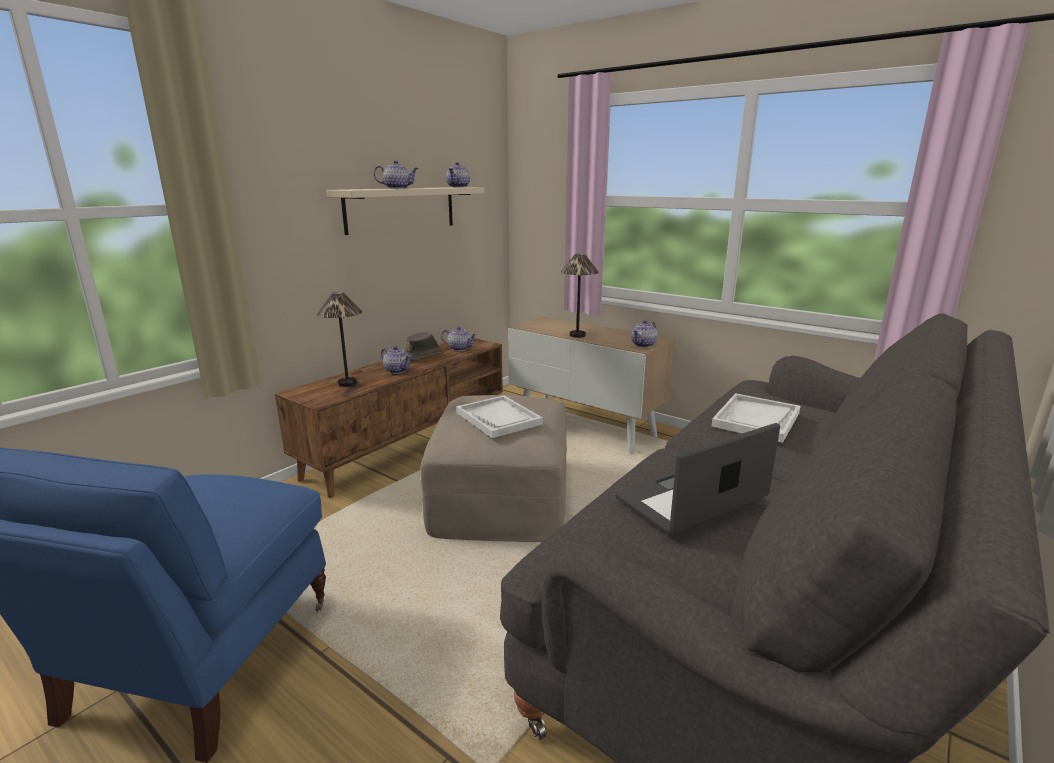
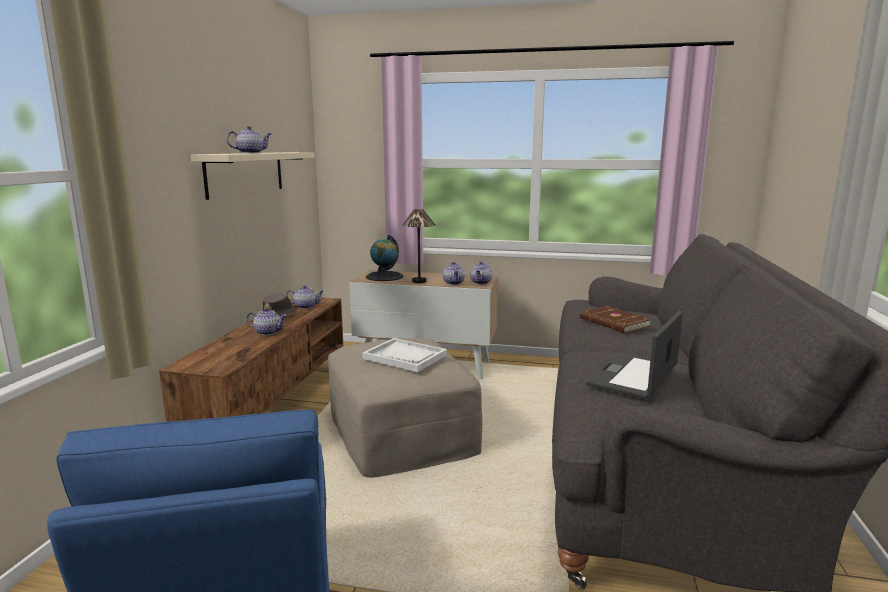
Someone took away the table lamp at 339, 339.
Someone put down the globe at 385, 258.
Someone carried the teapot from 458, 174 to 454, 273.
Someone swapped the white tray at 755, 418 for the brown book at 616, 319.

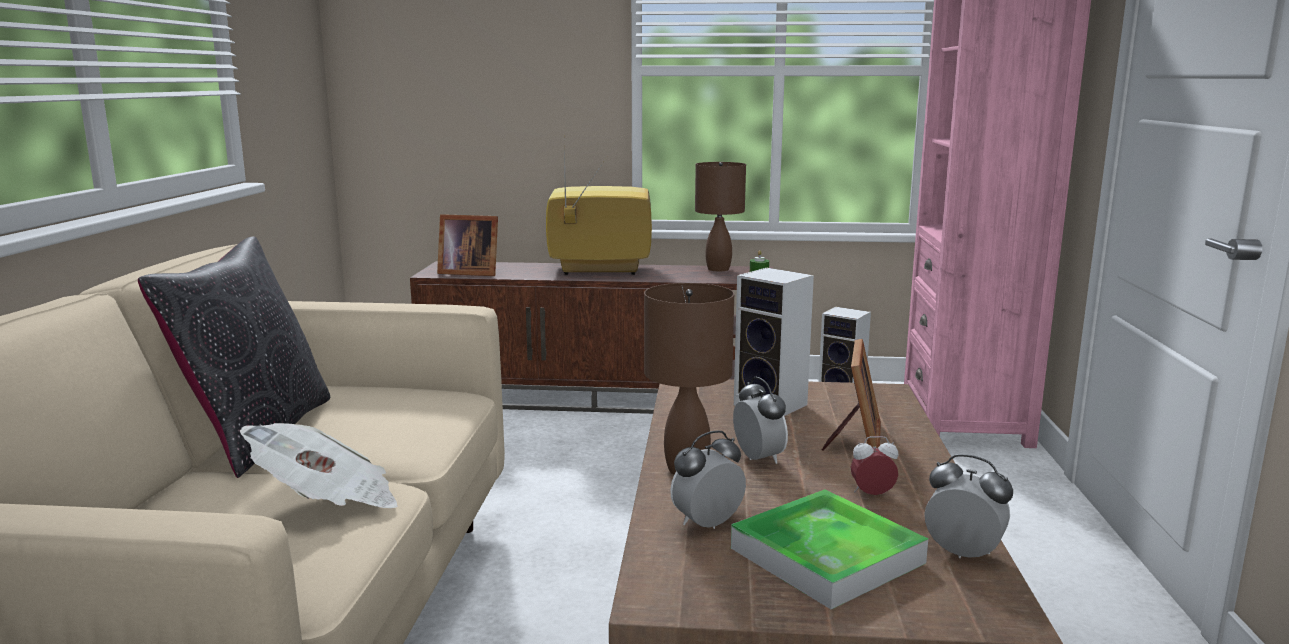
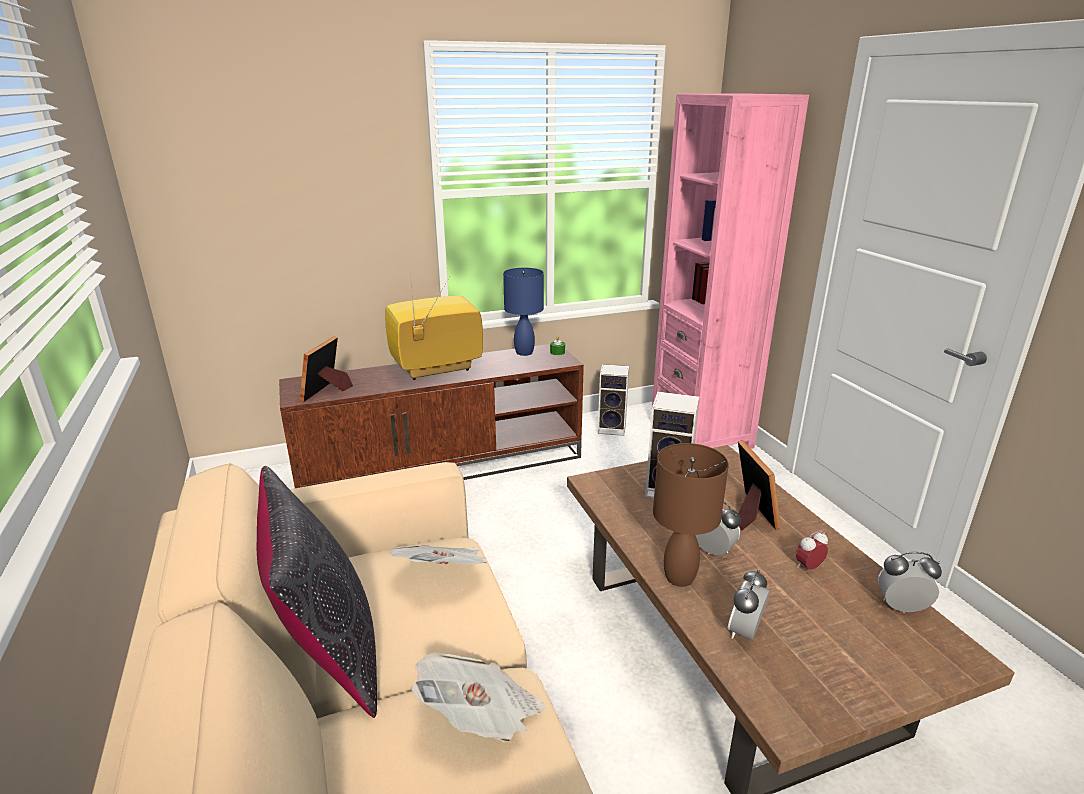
Someone took away the tray at 829, 549.
Someone put down the newspaper at 438, 555.
Someone repainted the brown table lamp at 720, 216, which became the blue table lamp at 523, 312.
Someone rotated the picture frame at 467, 245 by 120 degrees clockwise.

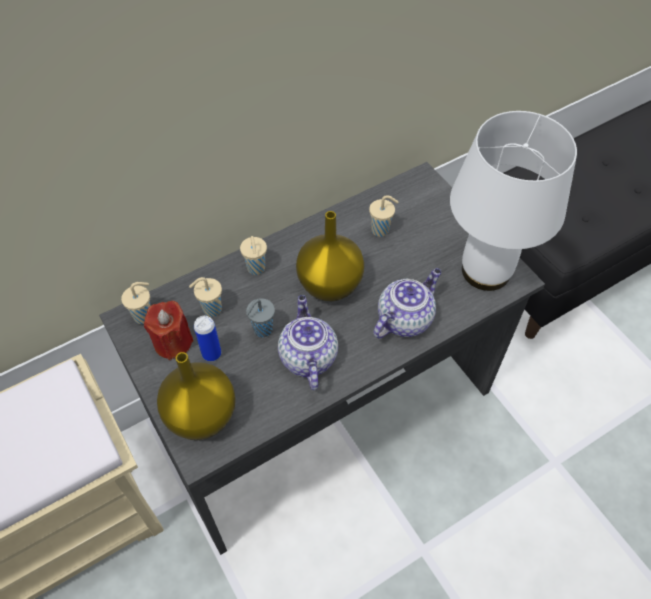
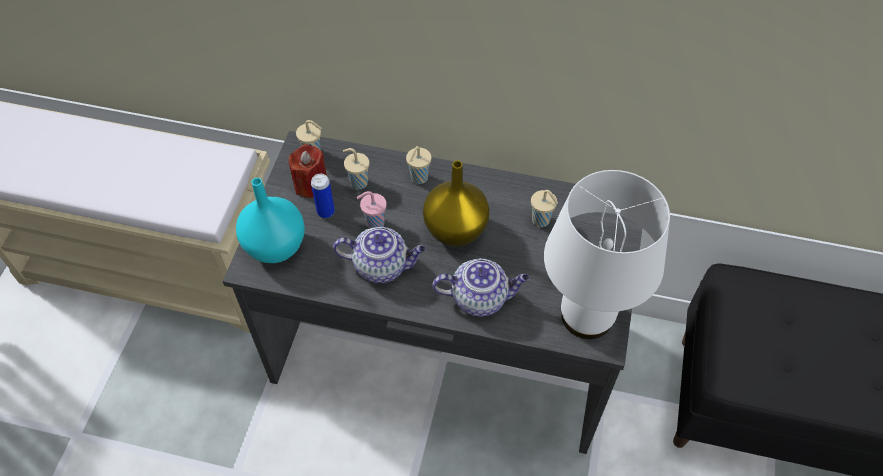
Someone repainted the yellow vase at 196, 396, which became the turquoise vase at 270, 220.
Someone repainted the grey cup at 260, 317, which became the pink cup at 371, 210.
Someone rotated the teapot at 308, 342 by 60 degrees clockwise.

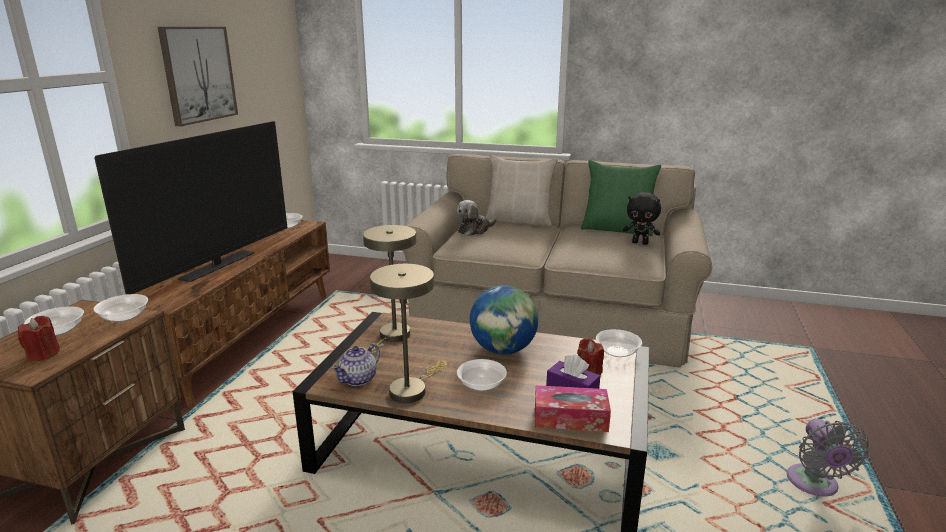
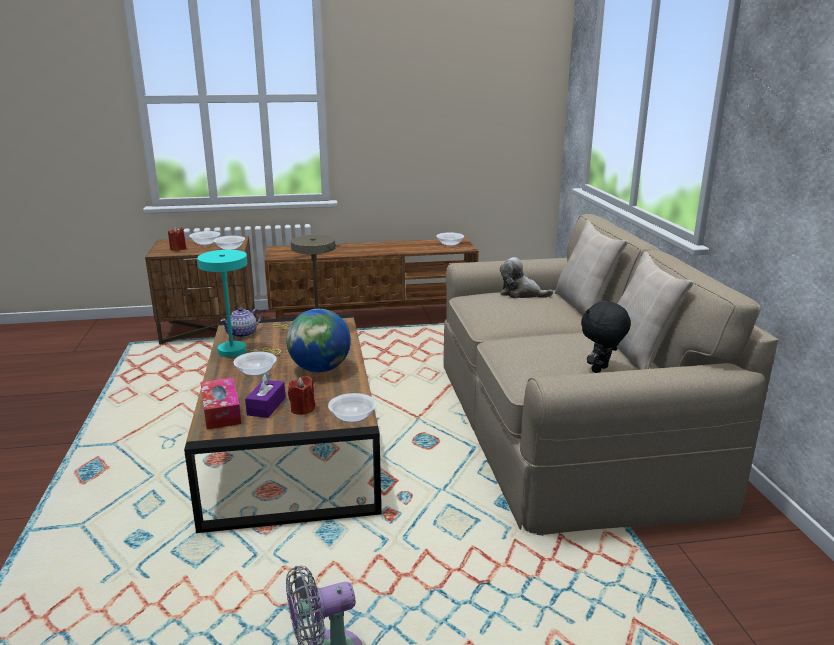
Someone took away the television at 190, 207.
Someone took away the picture at 198, 76.
Someone repainted the beige table lamp at 408, 333, which became the turquoise table lamp at 239, 303.
Someone repainted the green pillow at 621, 198, which became the beige pillow at 655, 311.
Someone rotated the teapot at 355, 365 by 60 degrees counterclockwise.
Someone rotated the black plush toy at 642, 218 by 45 degrees clockwise.

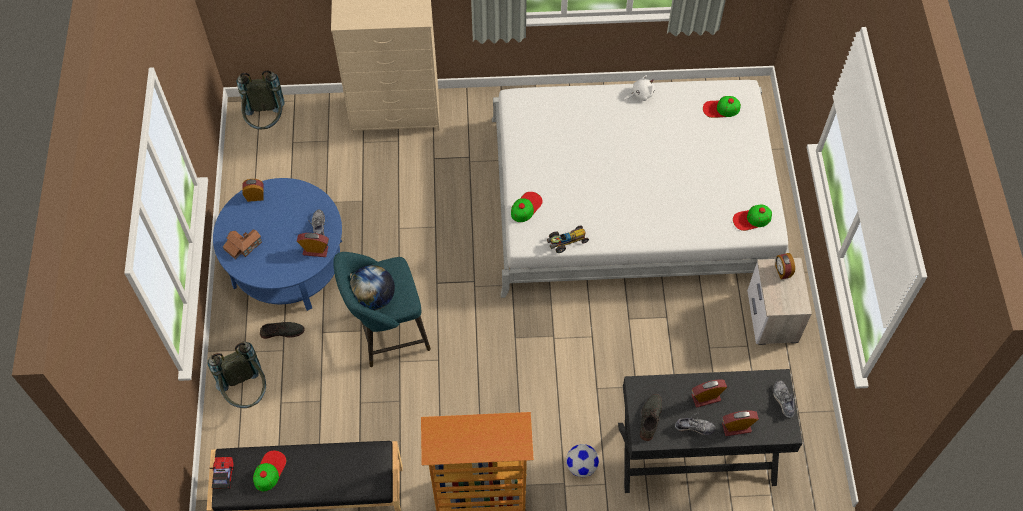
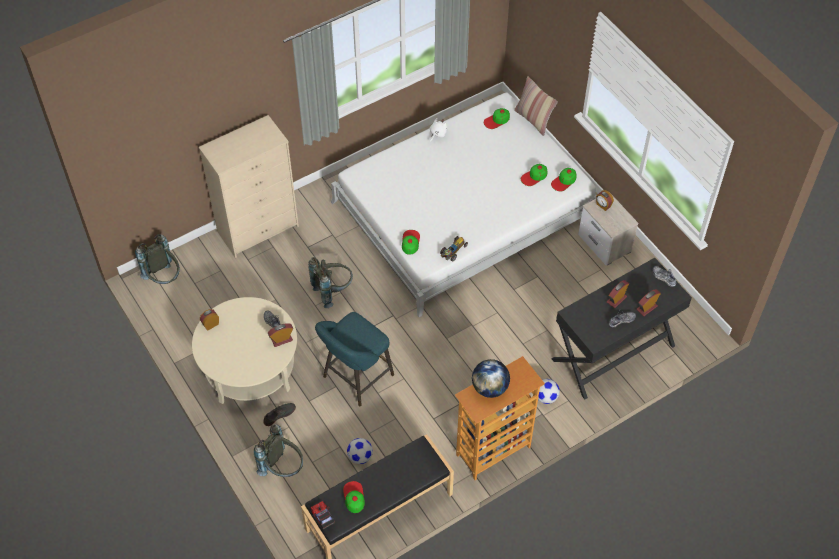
Someone took away the toy house at 242, 245.
Someone took away the grey shoe at 651, 417.
Someone put down the grey backpack at 330, 282.
Someone put down the football at 360, 451.
Someone put down the pillow at 536, 106.
Someone put down the cap at 534, 175.
Someone carried the globe from 372, 287 to 491, 378.
Someone repainted the blue coffee table at 277, 244, which became the beige coffee table at 244, 350.

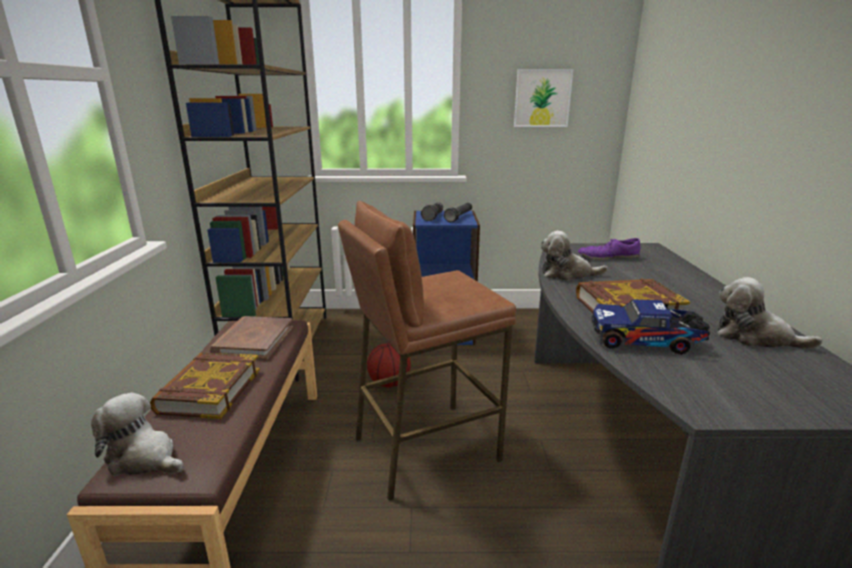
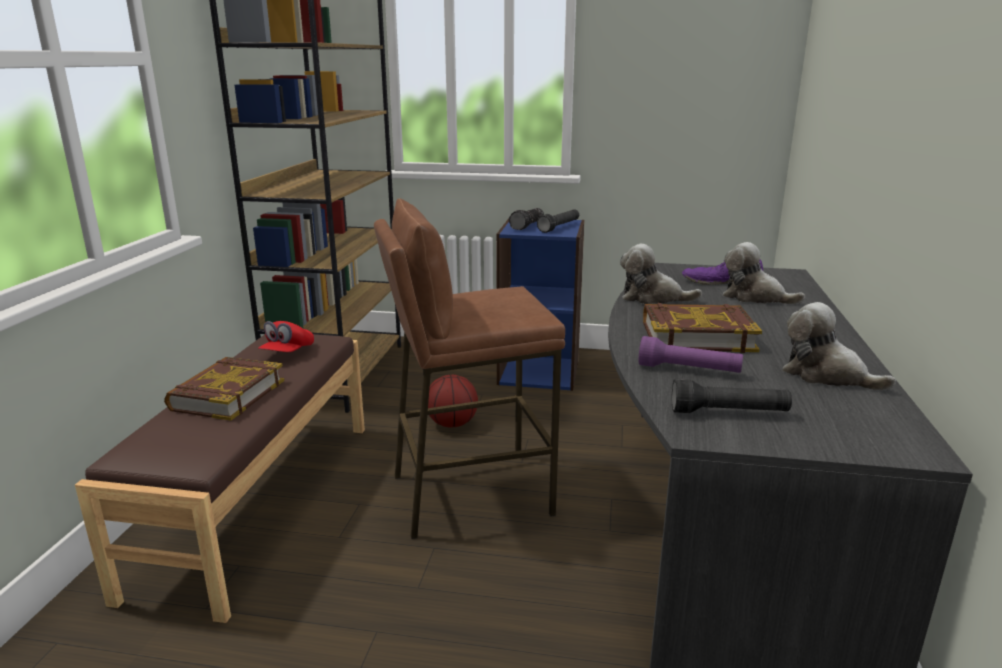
Someone took away the picture at 544, 98.
Someone put down the black flashlight at 732, 396.
Someone carried the plush toy from 137, 433 to 764, 273.
Someone swapped the brown book at 251, 338 for the red cap at 286, 336.
Someone swapped the toy truck at 651, 327 for the purple flashlight at 691, 354.

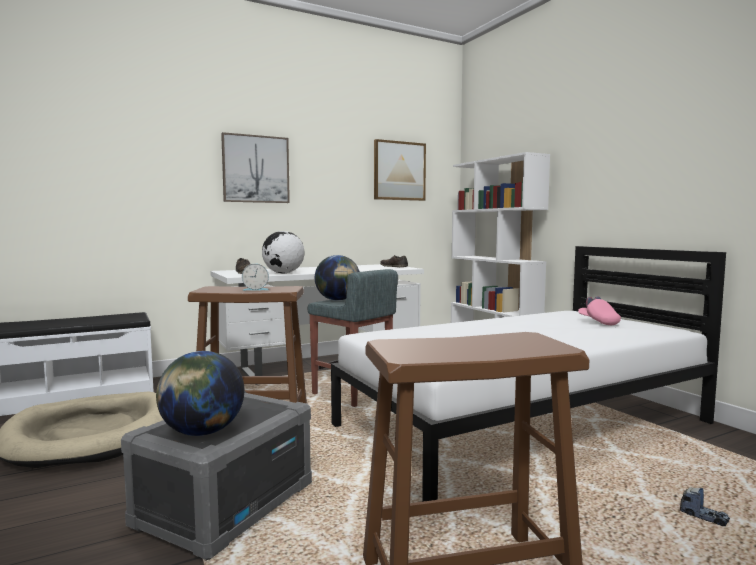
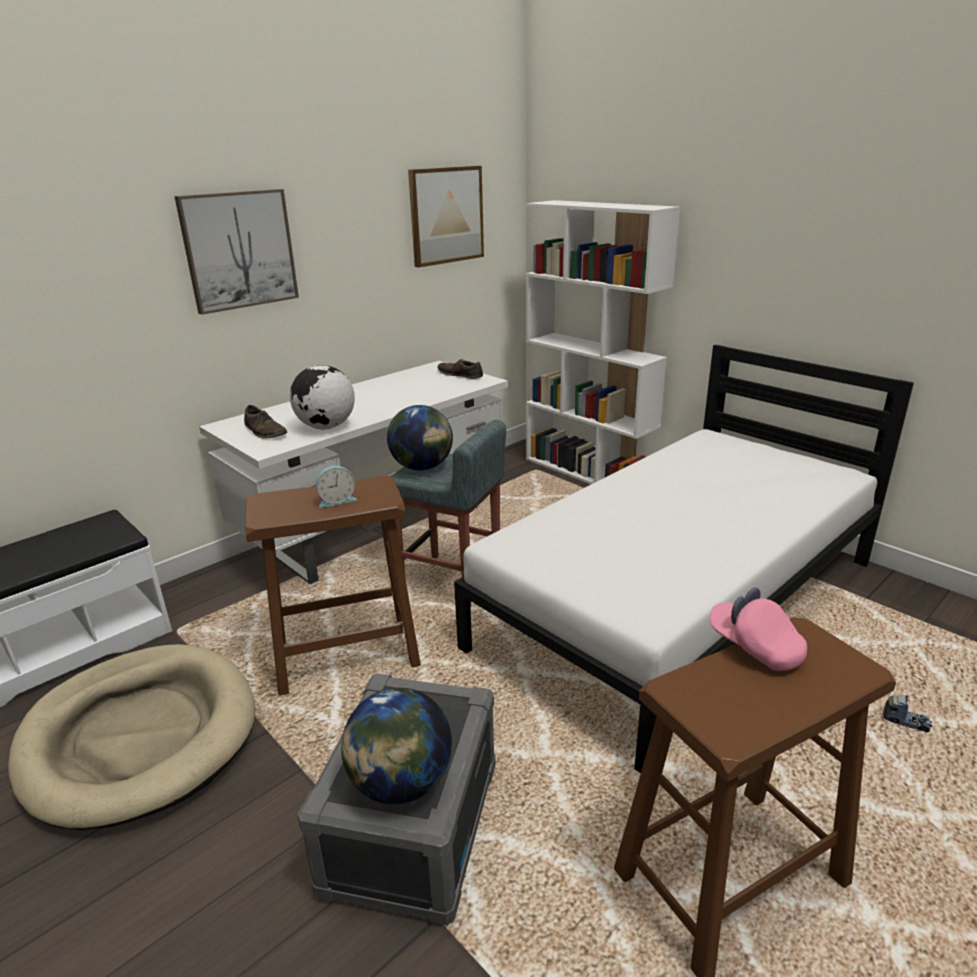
Someone carried the pink cap from 599, 311 to 758, 629.

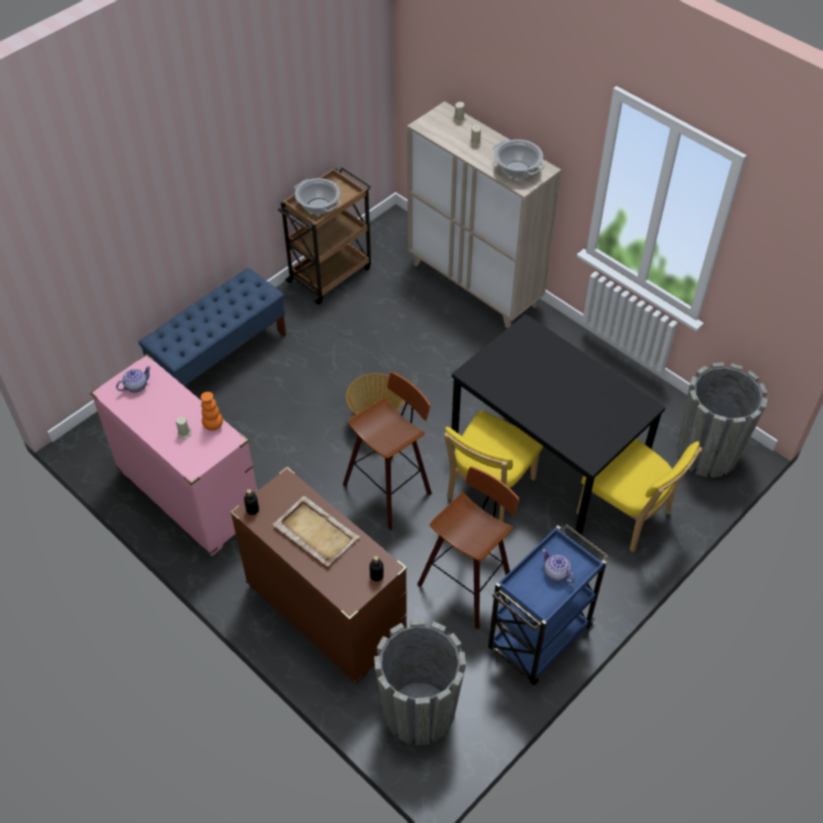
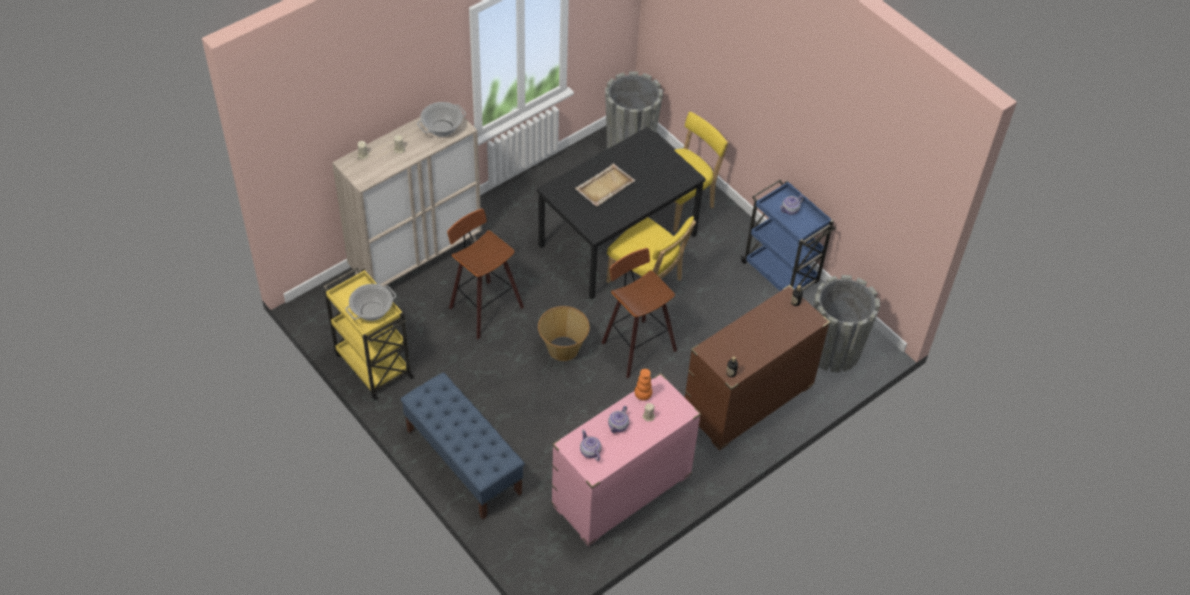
Someone put down the teapot at 618, 419.
Someone carried the beige tray from 316, 531 to 605, 185.
Someone carried the stool from 468, 548 to 485, 273.
Someone repainted the brown cart at 324, 236, which became the yellow cart at 368, 333.

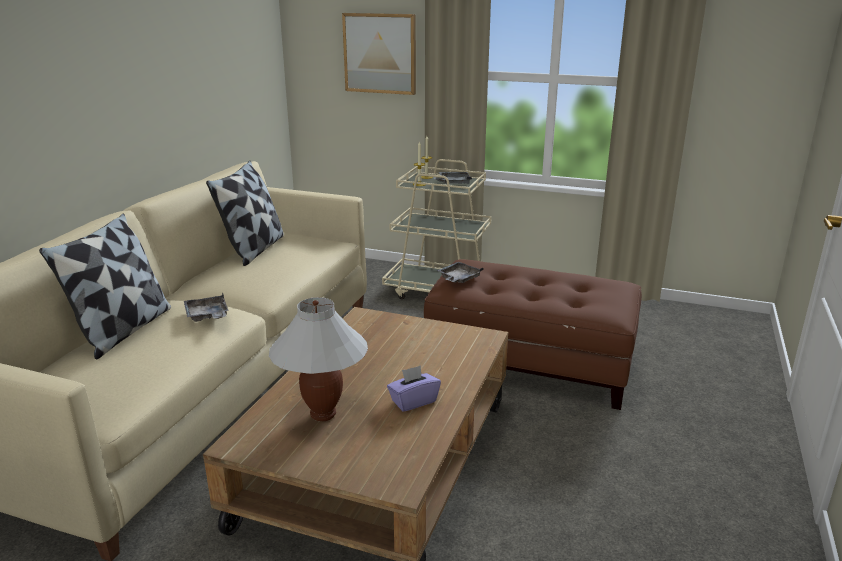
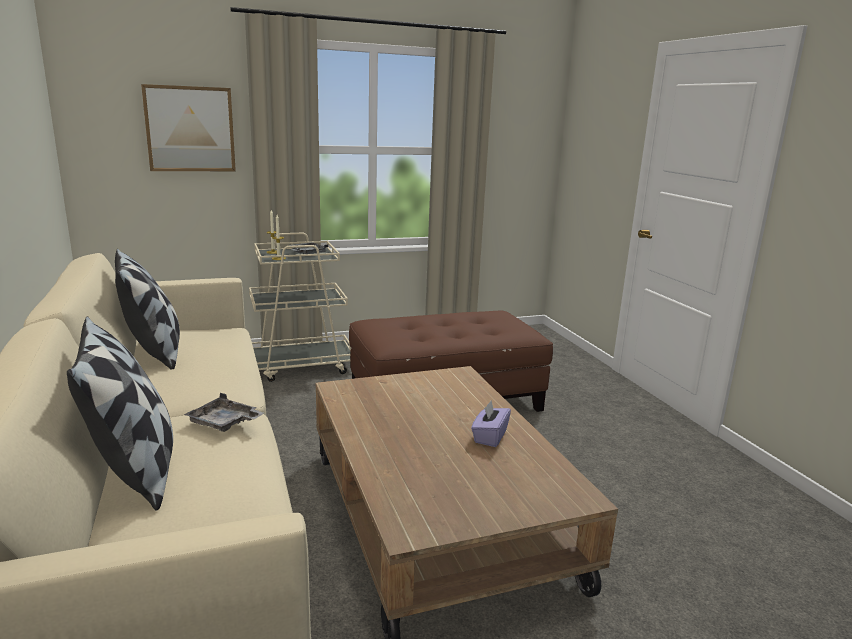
Someone took away the white table lamp at 318, 359.
Someone took away the grey tray at 459, 272.

